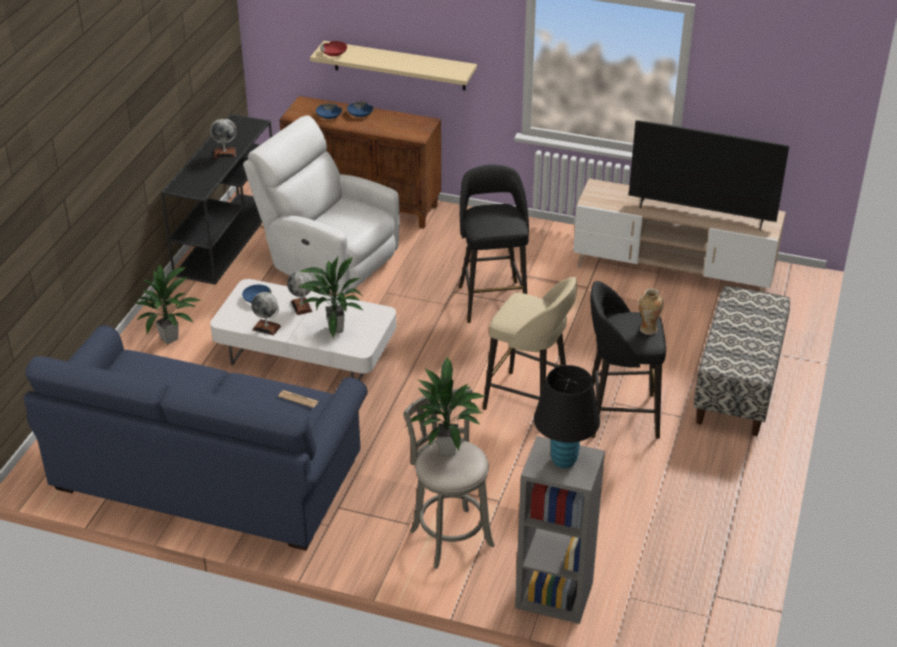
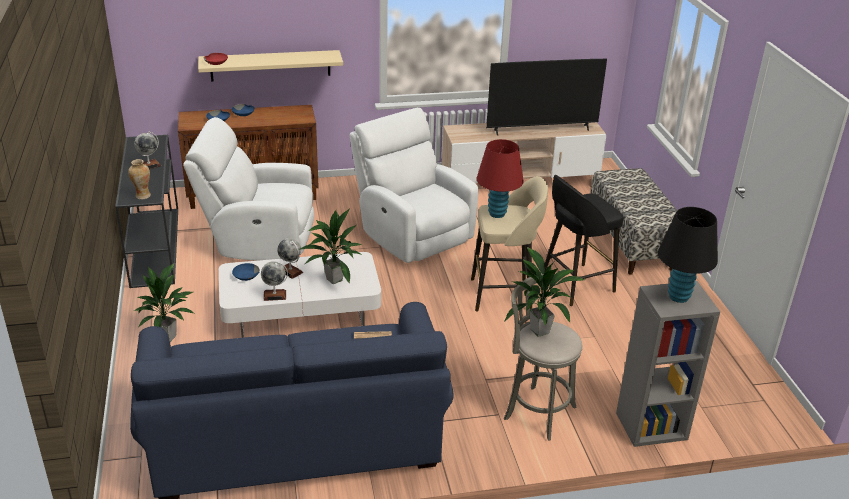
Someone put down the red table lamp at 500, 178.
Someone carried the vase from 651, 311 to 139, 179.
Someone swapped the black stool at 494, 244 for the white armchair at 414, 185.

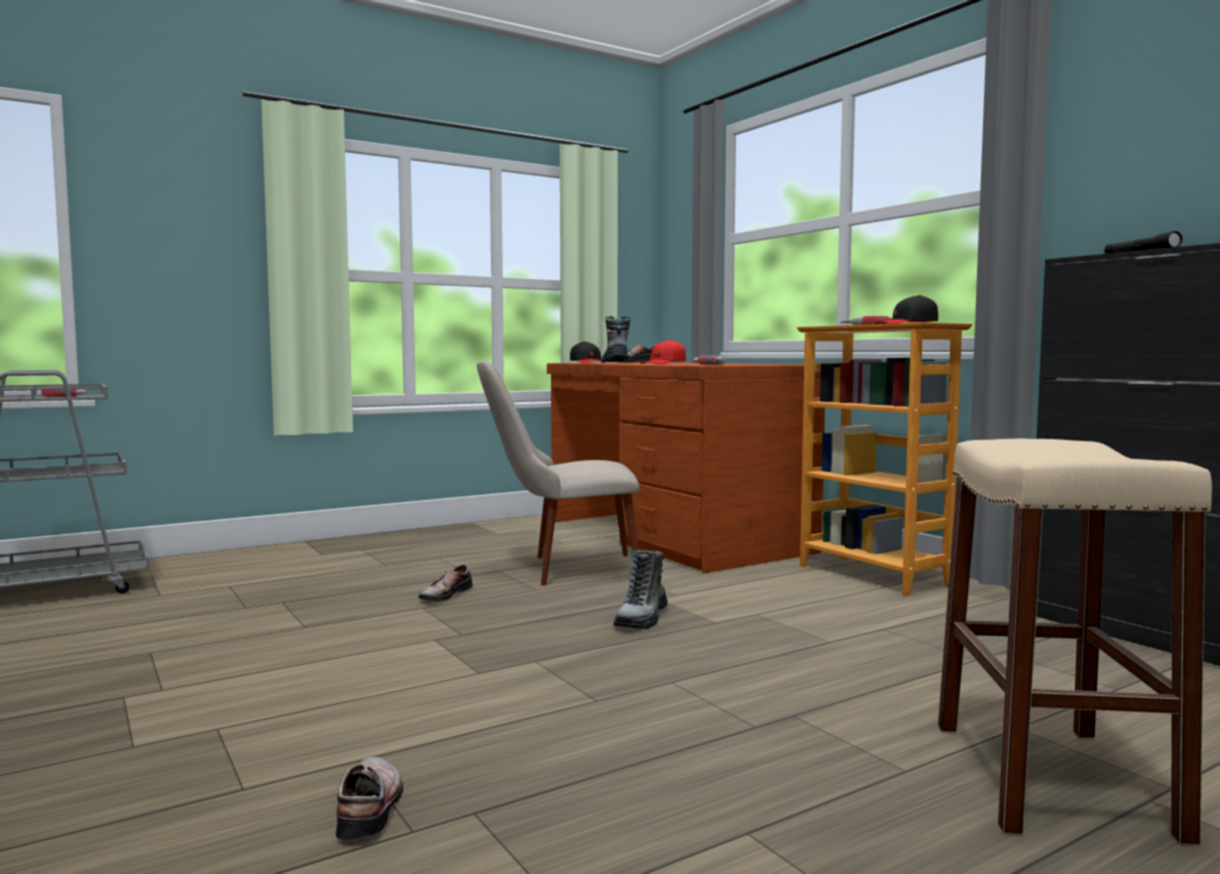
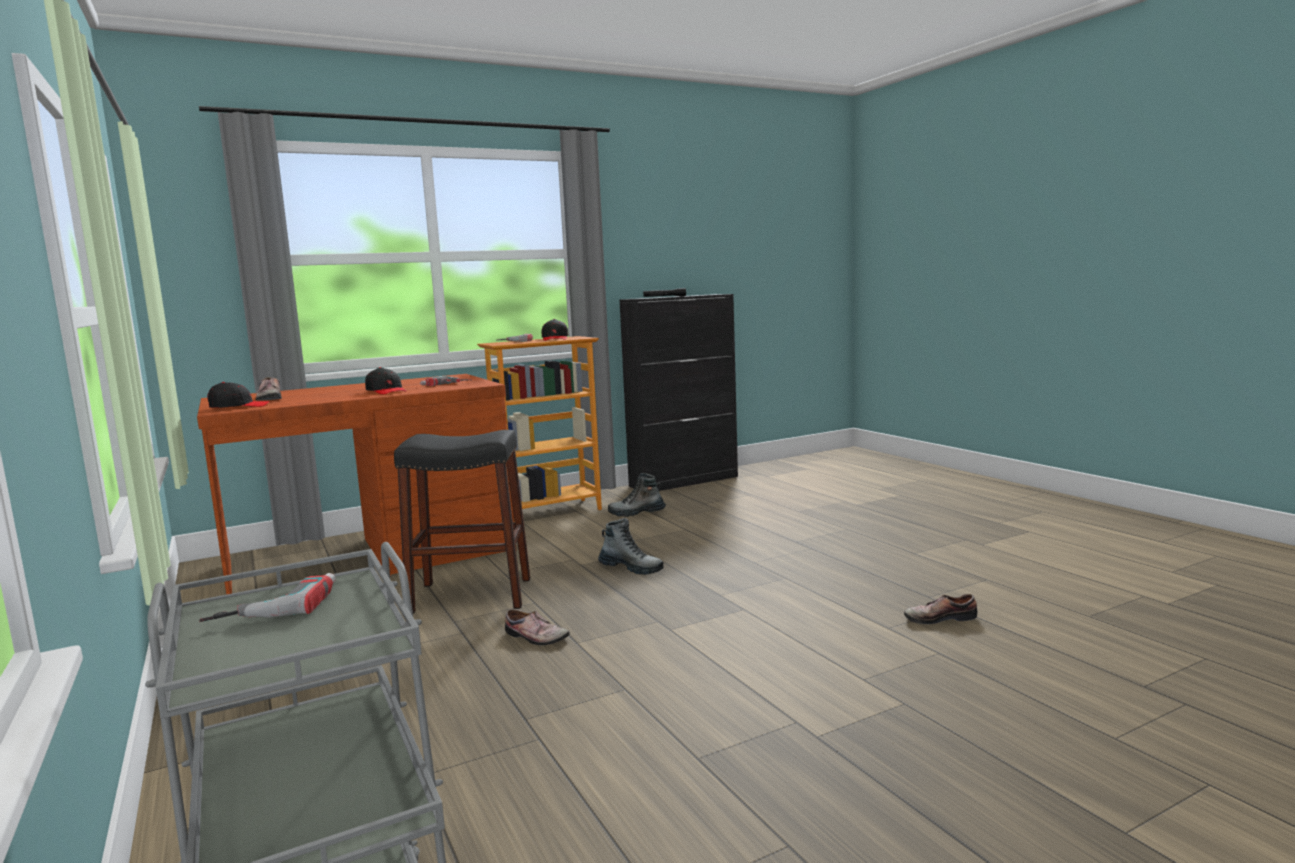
Someone took away the beige stool at 1075, 642.
Someone carried the boot from 616, 339 to 637, 495.
Someone swapped the beige chair at 558, 473 for the black stool at 462, 522.
Someone repainted the red cap at 663, 351, which became the black cap at 386, 380.

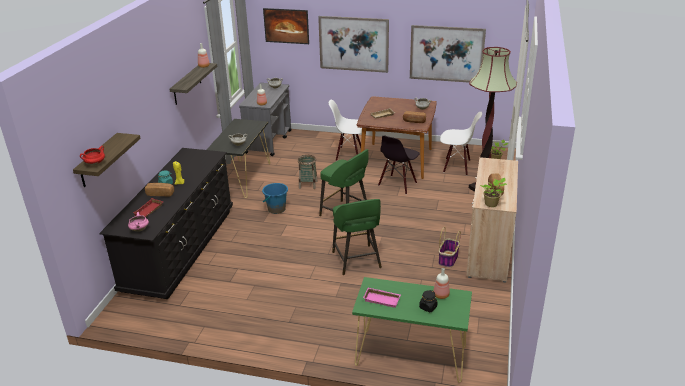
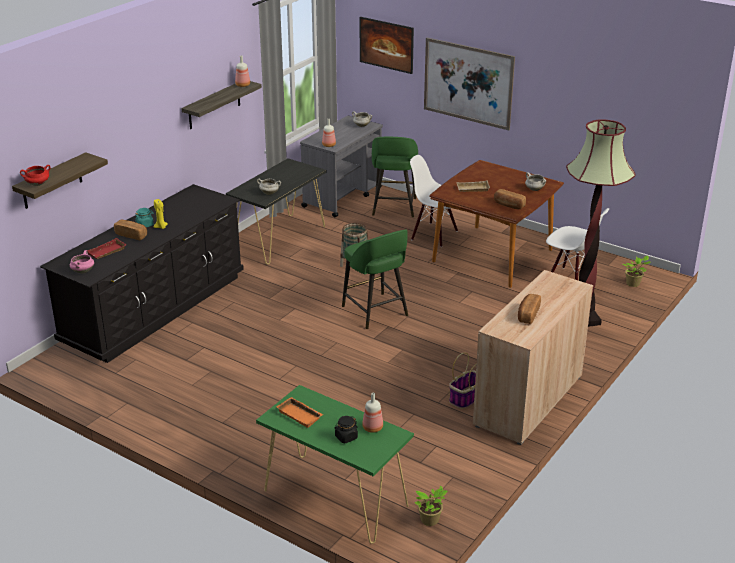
Someone took away the blue bucket at 275, 198.
Someone took away the black chair at 398, 165.
Someone took away the picture at 448, 54.
Someone carried the green stool from 357, 237 to 395, 177.
Someone carried the potted plant from 493, 192 to 431, 506.
Someone repainted the pink tray at 382, 297, which became the orange tray at 299, 412.

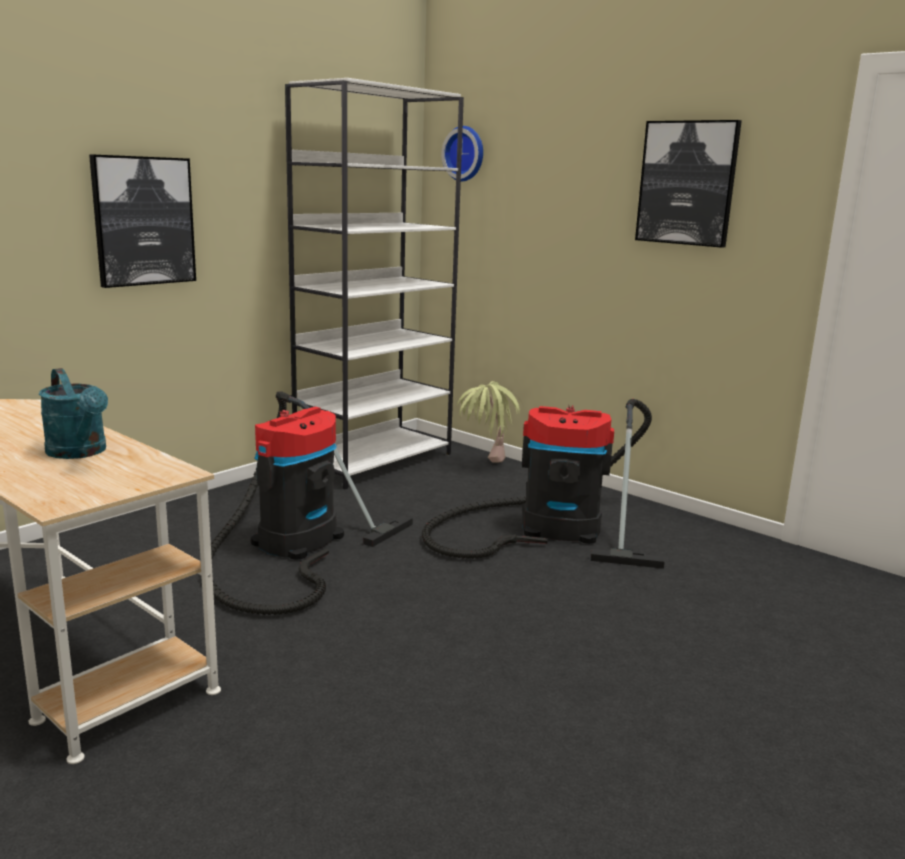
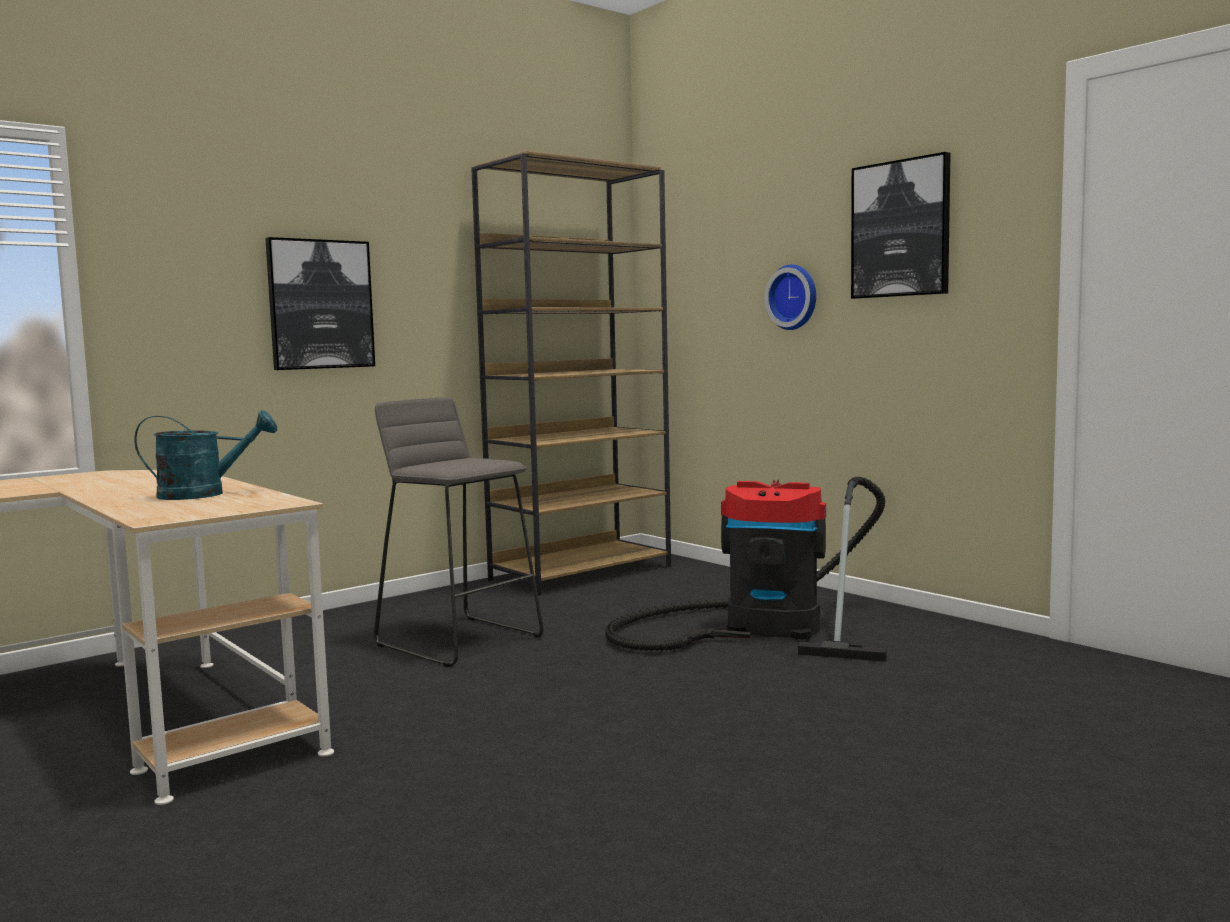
Someone took away the potted plant at 490, 422.
Someone carried the wall clock from 462, 153 to 790, 297.
Someone swapped the vacuum cleaner at 312, 503 for the grey stool at 459, 532.
Someone repainted the white bookcase at 374, 284, which became the brown bookcase at 571, 373.
Someone rotated the turquoise watering can at 73, 413 by 75 degrees counterclockwise.

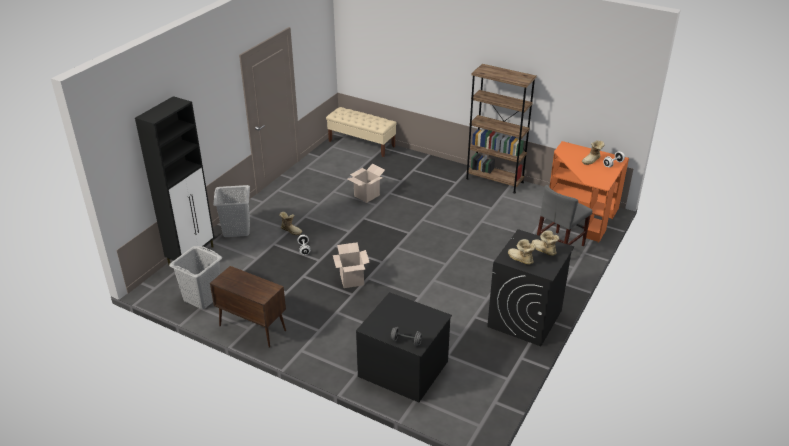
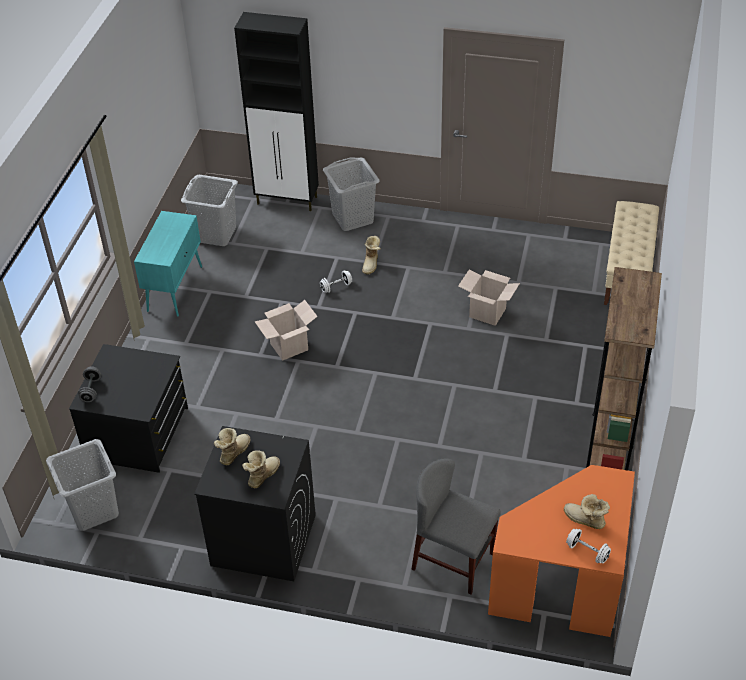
Someone put down the grey laundry basket at 82, 485.
Someone repainted the brown cabinet at 248, 307, which became the turquoise cabinet at 168, 263.

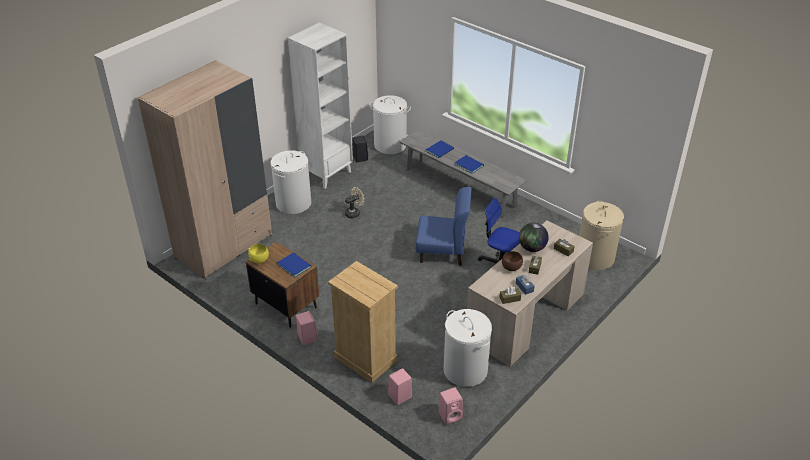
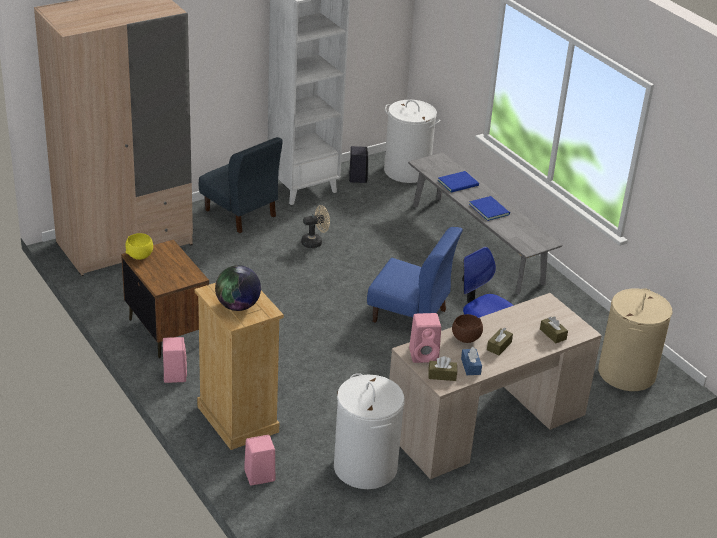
Someone took away the blue book at 294, 264.
Someone carried the pink speaker from 451, 406 to 425, 338.
Someone carried the globe from 534, 237 to 238, 288.
Someone swapped the white laundry basket at 291, 182 for the blue chair at 241, 185.

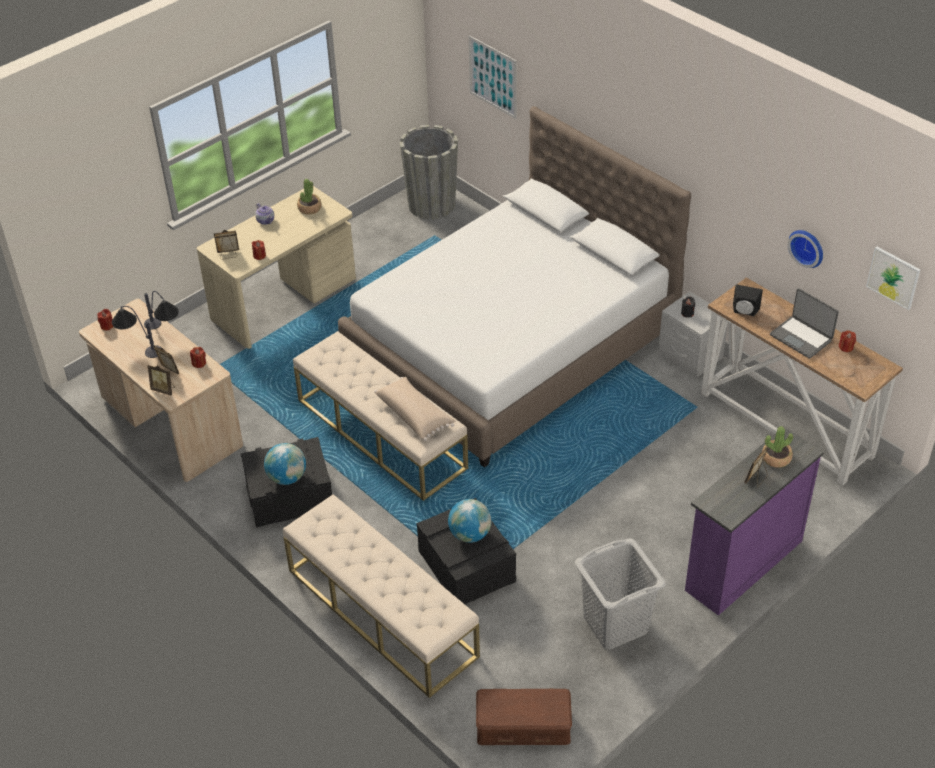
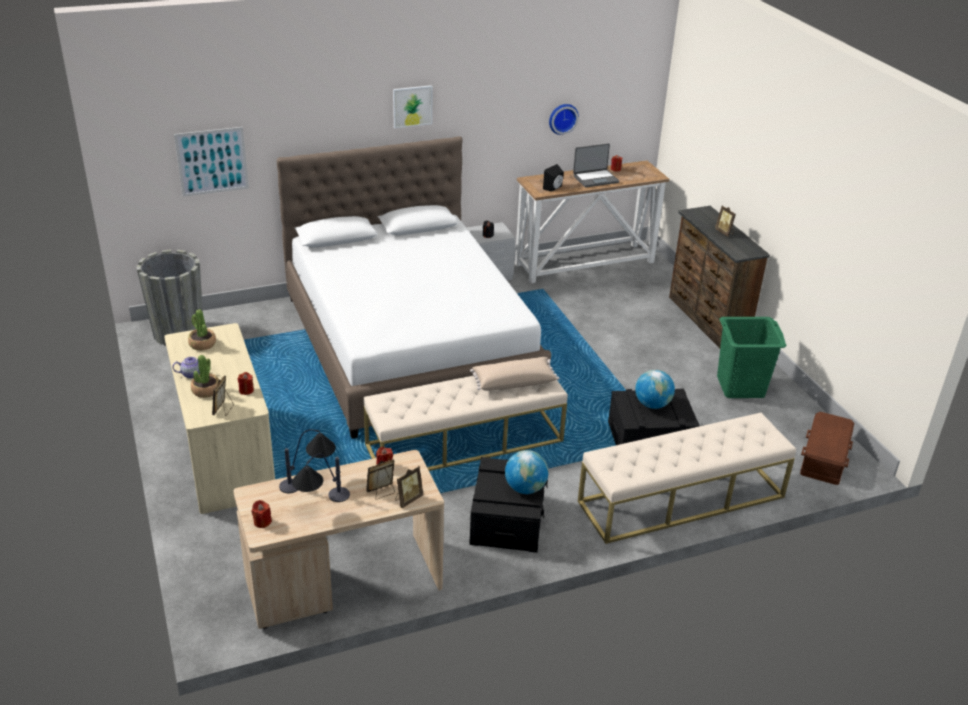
Someone carried the potted plant from 777, 447 to 205, 376.
Someone carried the picture from 893, 278 to 413, 106.
Someone repainted the grey laundry basket at 620, 593, which became the green laundry basket at 751, 357.
Someone repainted the purple dresser at 754, 521, which became the brown dresser at 719, 277.

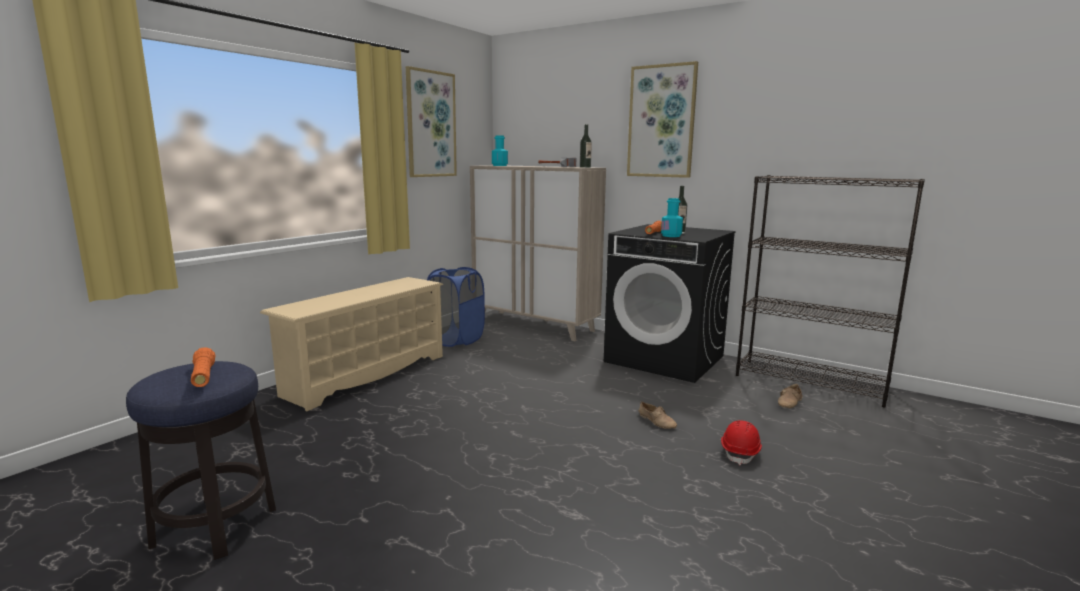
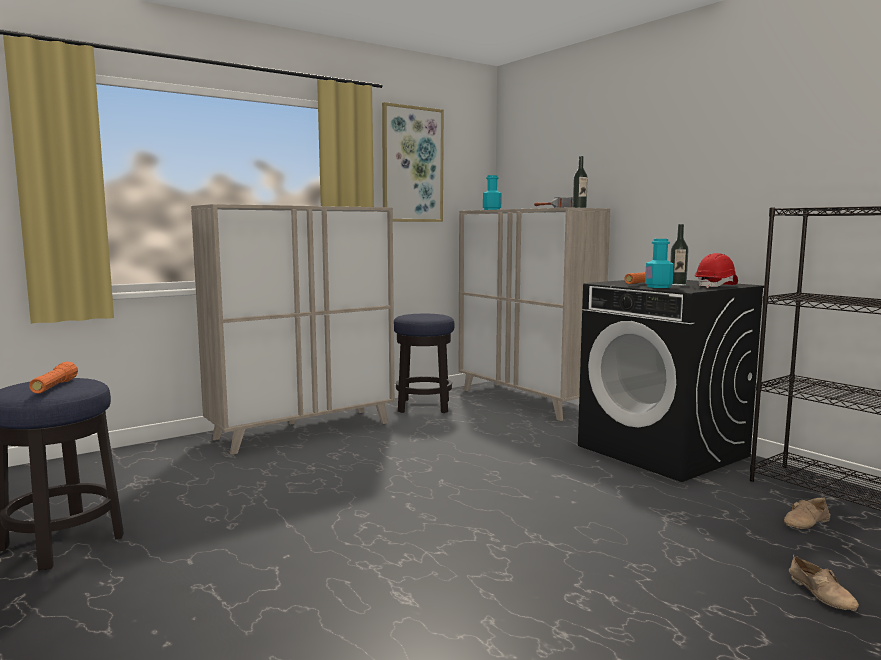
Someone took away the picture at 662, 119.
Someone carried the beige shoe from 657, 415 to 824, 583.
Someone carried the red hard hat from 741, 443 to 716, 270.
Someone swapped the beige shoe rack at 351, 344 for the beige cabinet at 293, 329.
Someone swapped the blue laundry basket at 456, 307 for the stool at 424, 363.

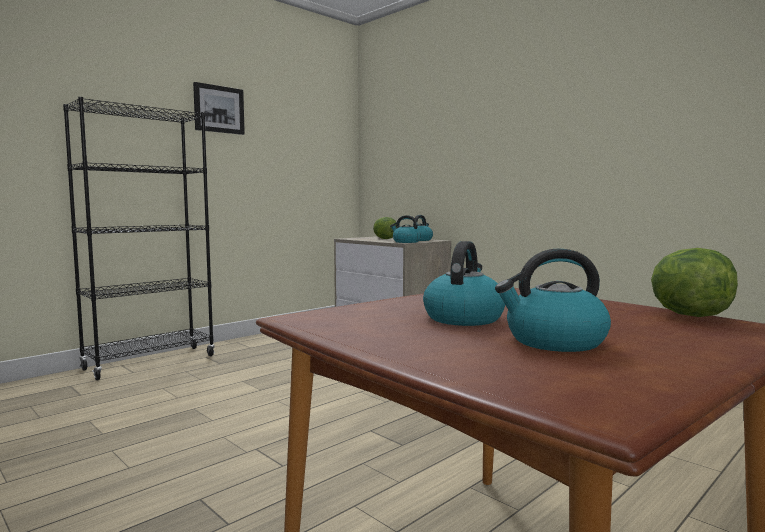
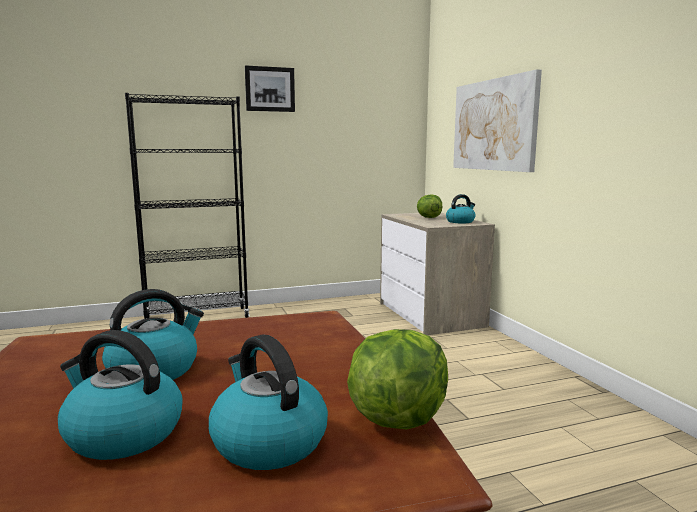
Someone put up the picture at 497, 120.
Someone carried the kettle from 405, 229 to 268, 402.

